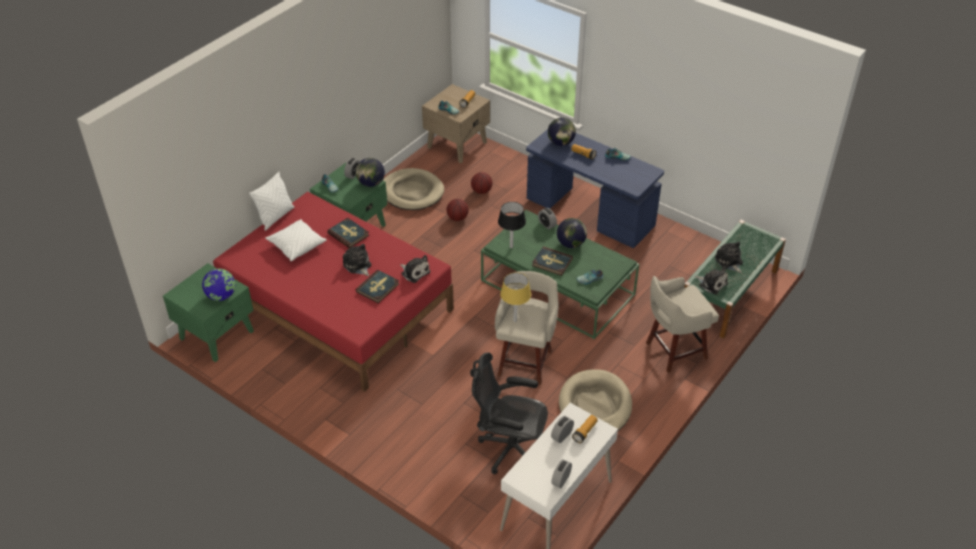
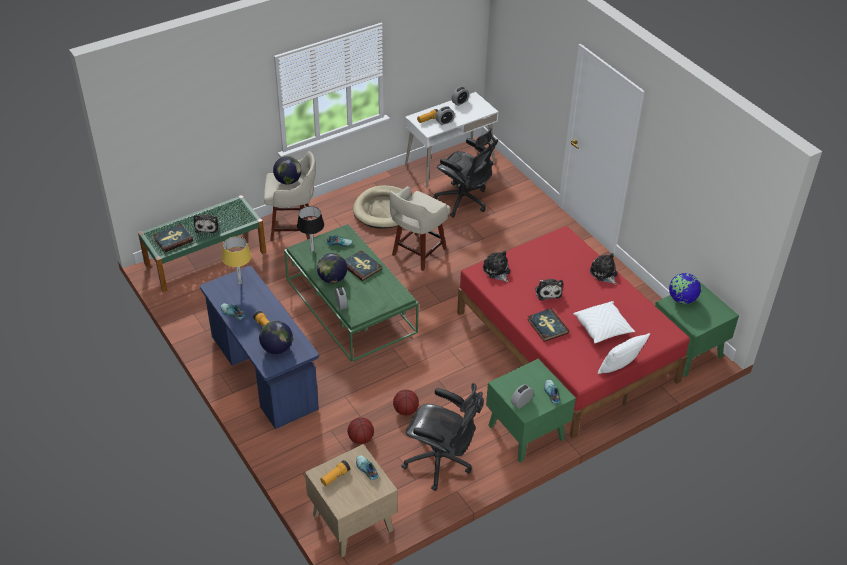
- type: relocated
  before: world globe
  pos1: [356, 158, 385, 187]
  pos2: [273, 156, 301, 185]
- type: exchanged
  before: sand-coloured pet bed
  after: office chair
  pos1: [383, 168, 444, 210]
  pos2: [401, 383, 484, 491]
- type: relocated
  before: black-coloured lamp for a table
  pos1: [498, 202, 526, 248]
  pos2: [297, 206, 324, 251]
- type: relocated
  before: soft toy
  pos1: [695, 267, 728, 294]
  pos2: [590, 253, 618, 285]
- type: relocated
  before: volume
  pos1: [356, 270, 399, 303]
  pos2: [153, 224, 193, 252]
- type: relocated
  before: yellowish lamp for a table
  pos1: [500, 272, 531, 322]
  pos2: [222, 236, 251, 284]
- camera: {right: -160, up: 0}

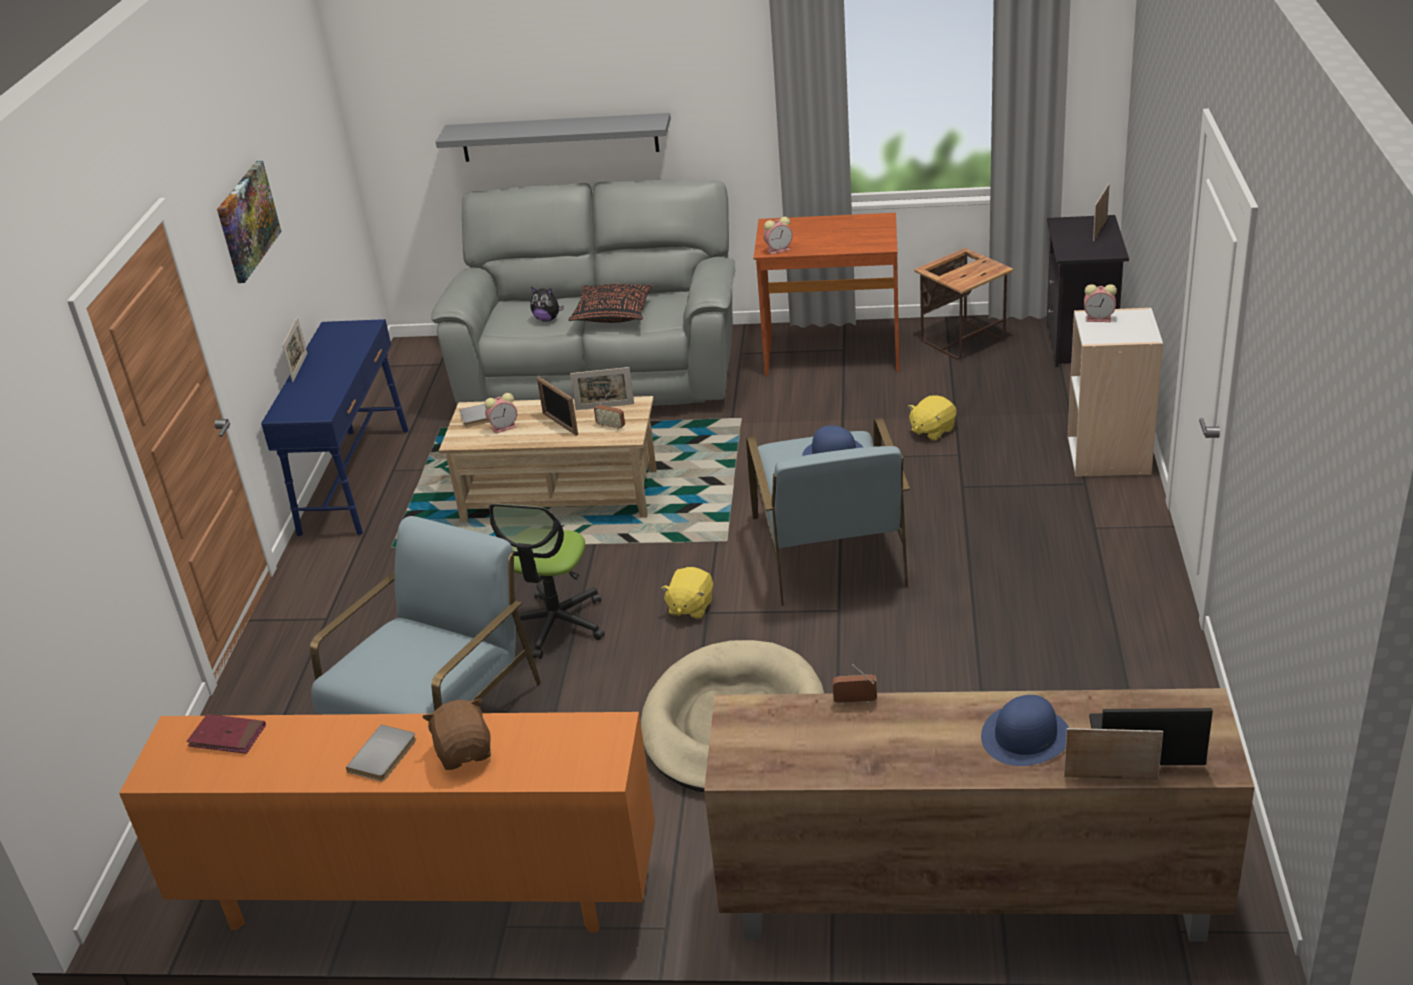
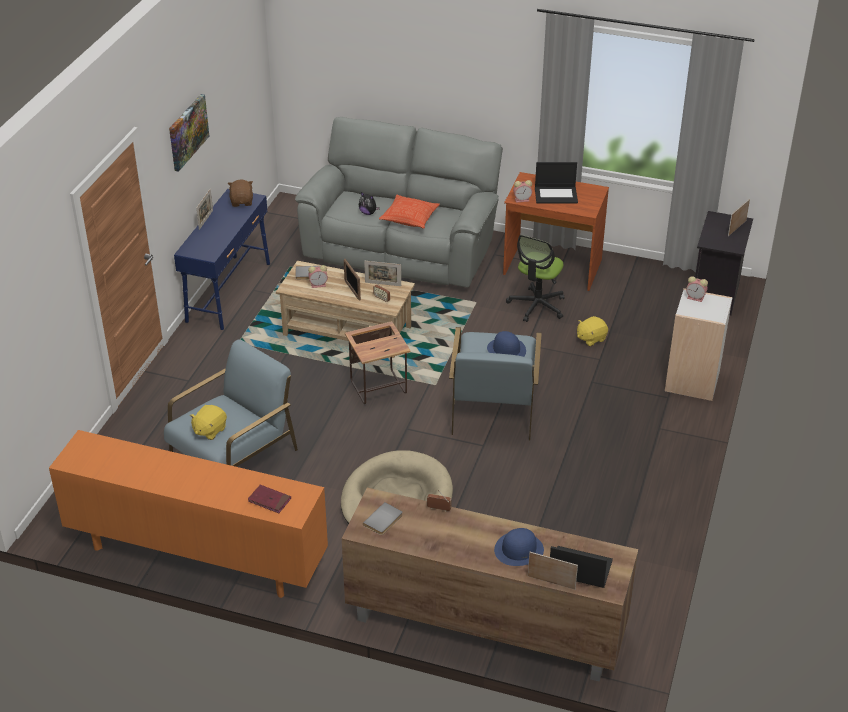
- type: missing
  before: greyish wall shelf
  pos1: [436, 113, 671, 162]
- type: relocated
  before: accent table
  pos1: [914, 248, 1013, 360]
  pos2: [345, 321, 411, 404]
- type: colour
  before: black-coloured pillow
  after: orange-coloured pillow
  pos1: [569, 284, 653, 323]
  pos2: [379, 195, 440, 229]
- type: relocated
  before: office chair
  pos1: [489, 504, 605, 659]
  pos2: [506, 235, 564, 322]
- type: relocated
  before: yellowish soft toy
  pos1: [661, 567, 713, 619]
  pos2: [190, 405, 227, 440]
- type: relocated
  before: brown soft toy
  pos1: [423, 698, 491, 770]
  pos2: [228, 180, 253, 207]
- type: relocated
  before: red-coloured volume
  pos1: [186, 714, 266, 754]
  pos2: [248, 485, 291, 513]
- type: relocated
  before: greyish volume
  pos1: [346, 725, 416, 781]
  pos2: [363, 502, 403, 535]
- type: appeared
  after: portable computer
  pos2: [535, 162, 578, 203]
- camera: {right: 10, up: 5}

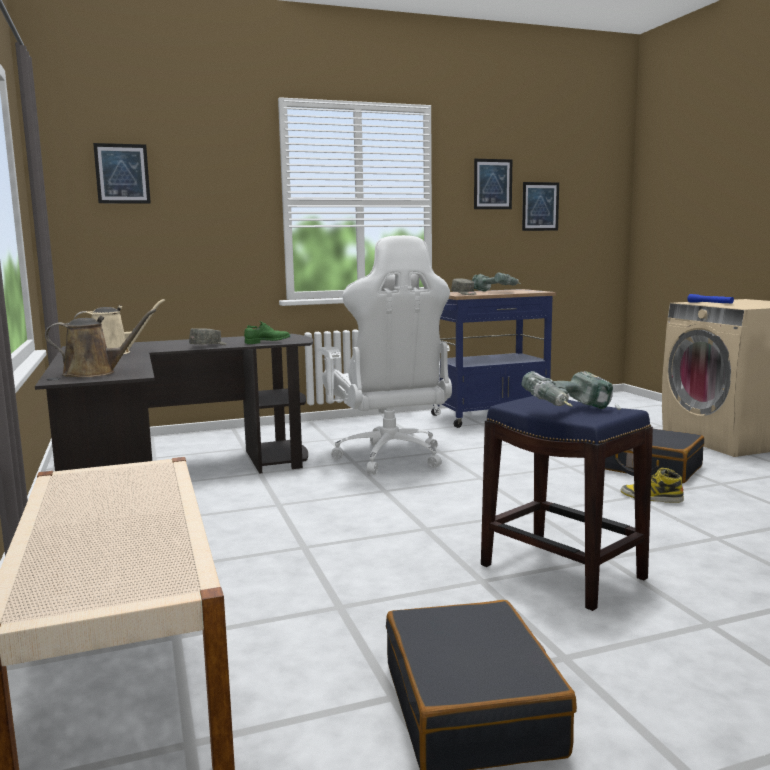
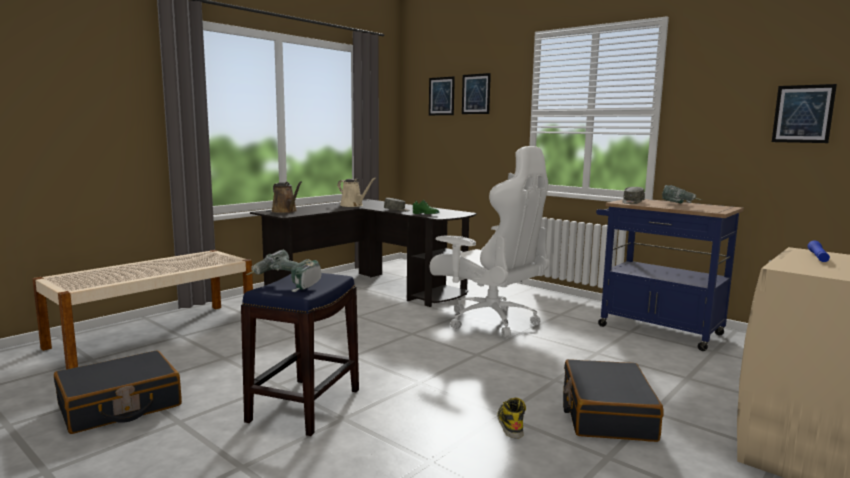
- type: relocated
  before: wall art
  pos1: [474, 159, 512, 209]
  pos2: [462, 73, 491, 114]
- type: spun
  before: white-coloured office chair
  pos1: [319, 235, 452, 475]
  pos2: [429, 146, 549, 338]
  turn: -90
- camera: {right: 60, up: 0}

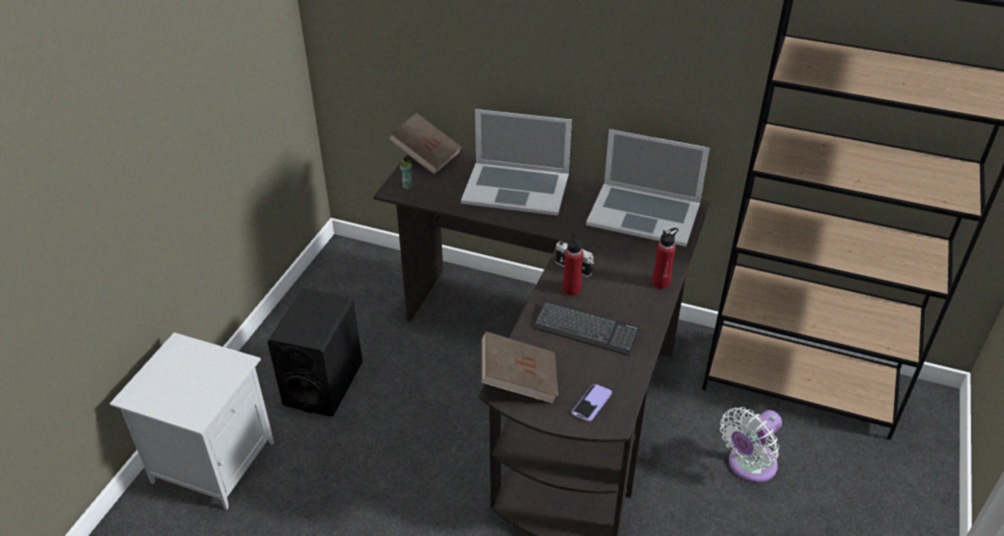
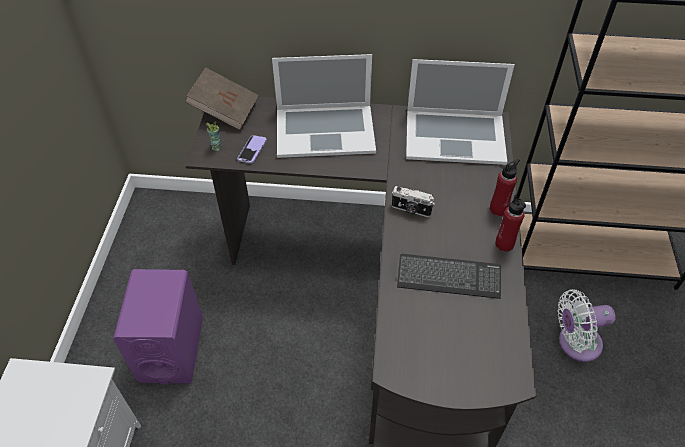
- type: relocated
  before: red-coloured beverage bottle
  pos1: [562, 233, 584, 296]
  pos2: [495, 194, 526, 252]
- type: colour
  before: black-coloured loudspeaker
  after: purple loudspeaker
  pos1: [268, 288, 363, 417]
  pos2: [113, 269, 203, 385]
- type: missing
  before: brown volume
  pos1: [481, 331, 558, 404]
- type: relocated
  before: handset
  pos1: [571, 384, 612, 422]
  pos2: [237, 135, 267, 163]
- type: spun
  before: white-coloured cooling fan
  pos1: [720, 407, 782, 483]
  pos2: [558, 289, 616, 362]
  turn: 45
- camera: {right: -15, up: 10}

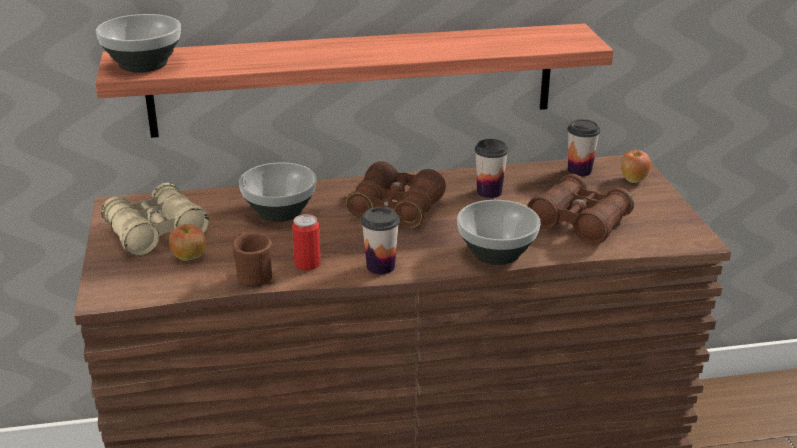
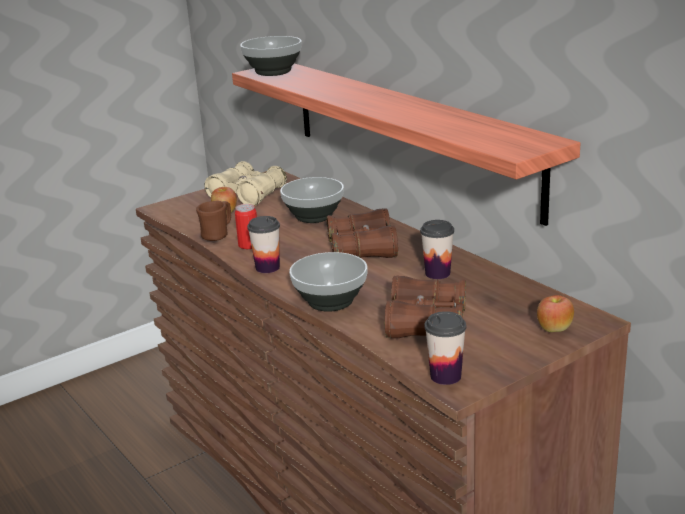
- type: relocated
  before: cup
  pos1: [567, 119, 600, 176]
  pos2: [424, 311, 466, 385]
- camera: {right: 65, up: -5}

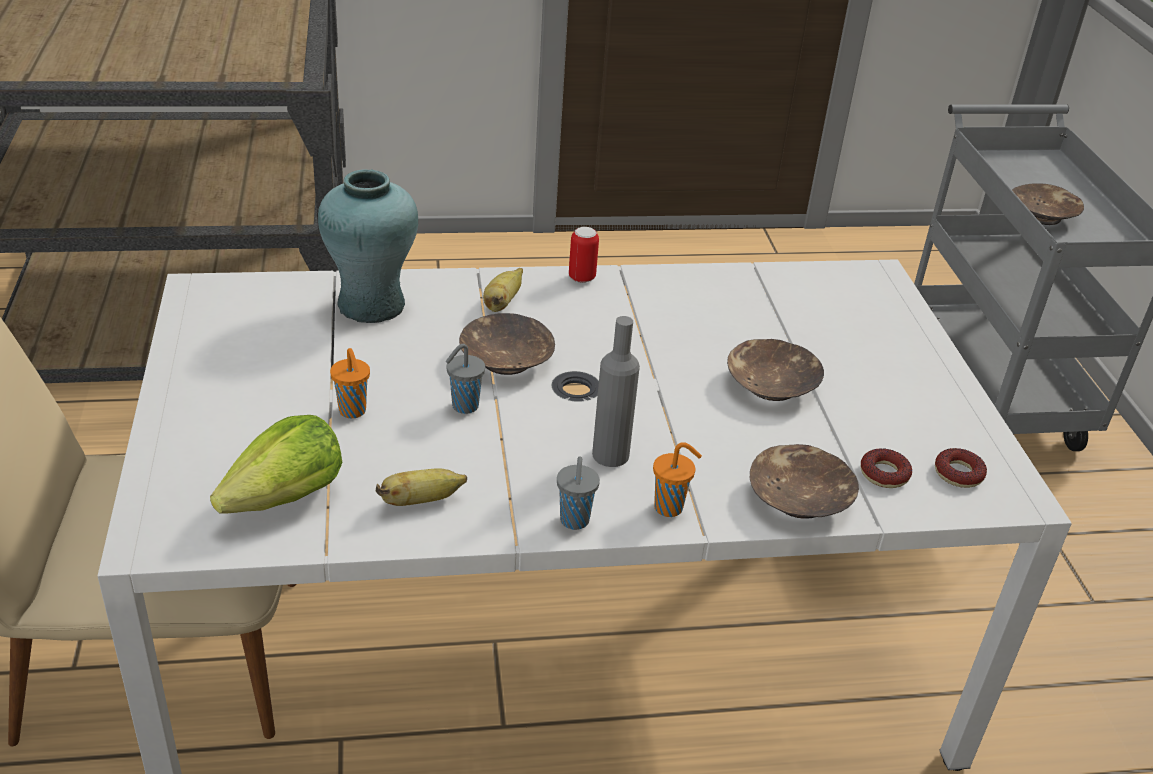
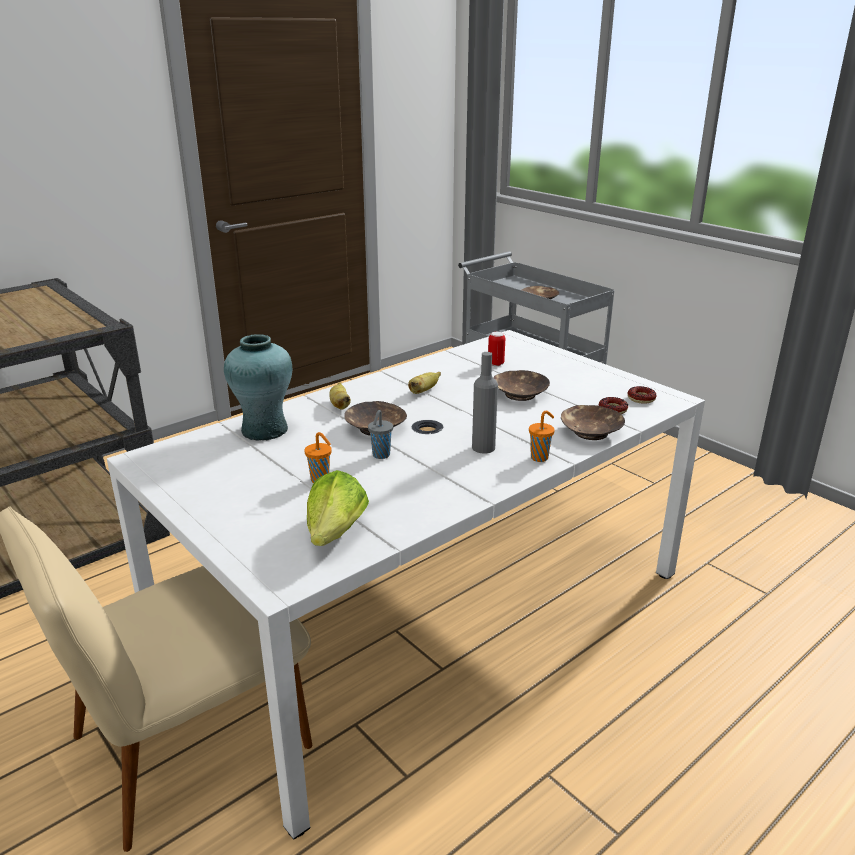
- type: relocated
  before: can
  pos1: [569, 227, 599, 283]
  pos2: [488, 332, 505, 366]
- type: missing
  before: greyish cup
  pos1: [557, 456, 600, 530]
- type: relocated
  before: banana
  pos1: [376, 468, 467, 506]
  pos2: [408, 372, 441, 394]
- camera: {right: -30, up: -10}

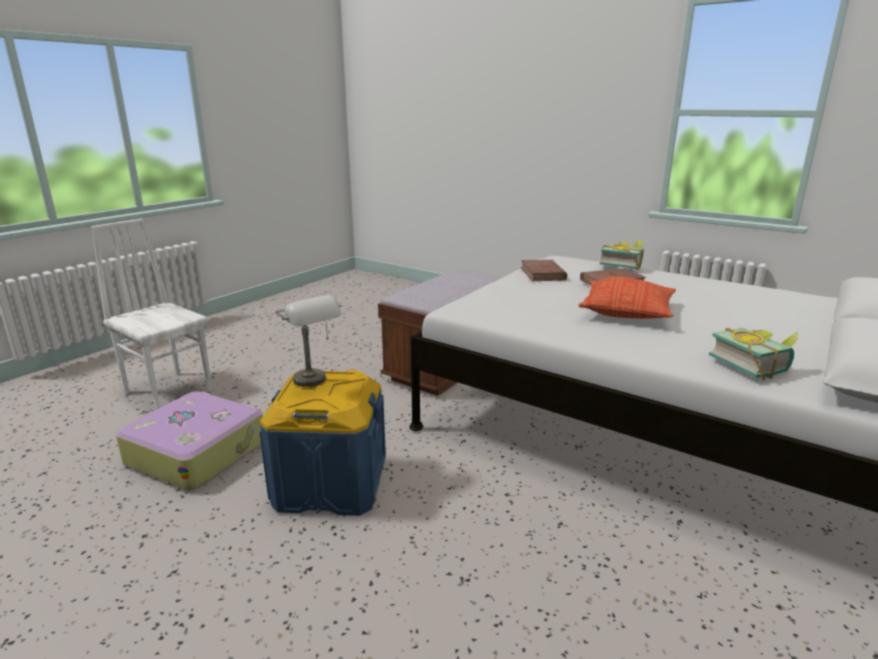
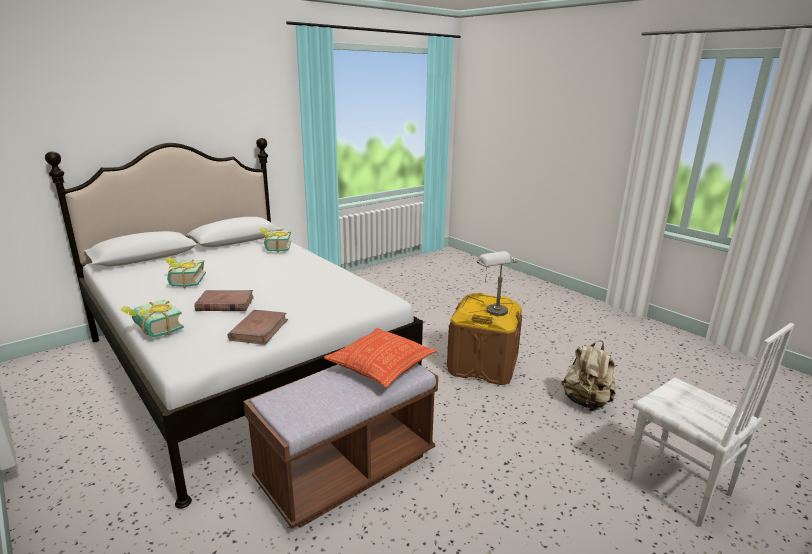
- type: relocated
  before: orange-coloured pillow
  pos1: [578, 277, 676, 319]
  pos2: [324, 328, 437, 388]
- type: colour
  before: blue storage box
  after: brown storage box
  pos1: [259, 369, 386, 516]
  pos2: [447, 293, 522, 385]
- type: exchanged
  before: travel case
  after: sand-coloured rucksack
  pos1: [116, 391, 263, 490]
  pos2: [562, 340, 616, 411]
- type: appeared
  after: volume
  pos2: [164, 257, 206, 288]
- camera: {right: -165, up: 0}

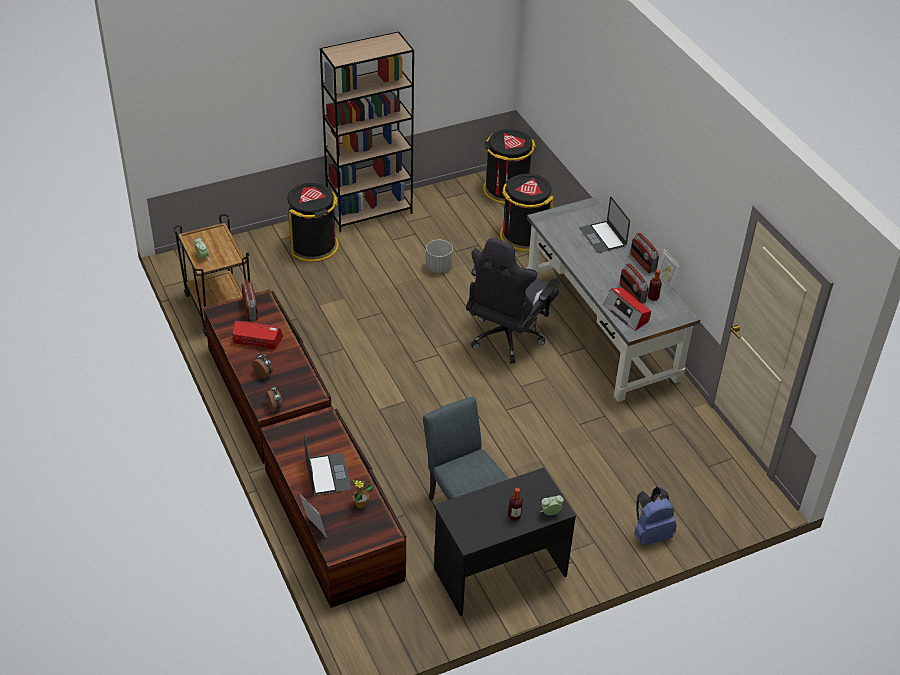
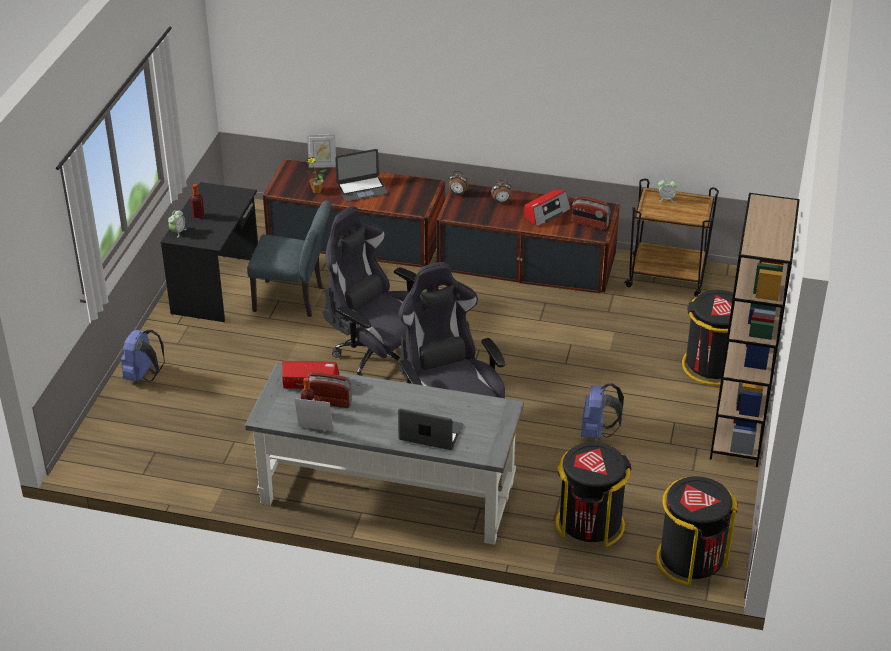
- type: missing
  before: radio set
  pos1: [630, 233, 659, 273]
- type: exchanged
  before: greyish flower pot
  after: blue rucksack
  pos1: [426, 240, 453, 273]
  pos2: [581, 384, 624, 438]
- type: spun
  before: portable computer
  pos1: [304, 434, 351, 495]
  pos2: [335, 149, 388, 202]
  turn: -45
- type: appeared
  after: black-coloured office chair
  pos2: [323, 206, 417, 376]
- camera: {right: 130, up: -5}

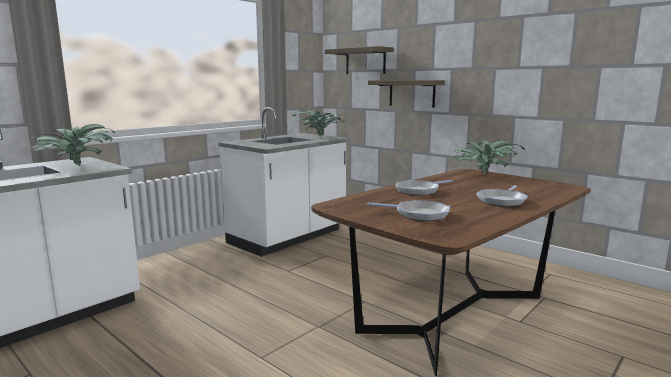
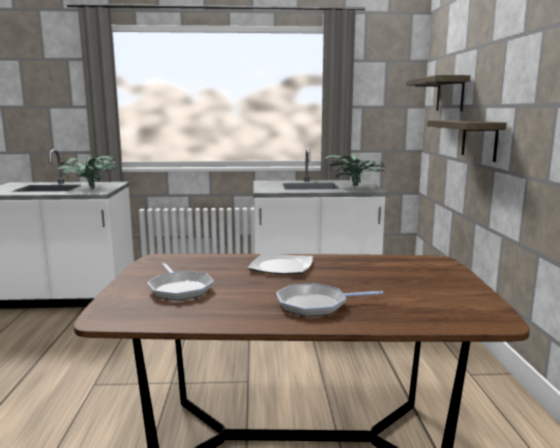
- type: missing
  before: houseplant
  pos1: [451, 140, 526, 174]
- type: exchanged
  before: frying pan
  after: plate
  pos1: [395, 180, 453, 196]
  pos2: [248, 253, 313, 274]
- camera: {right: 45, up: 0}

